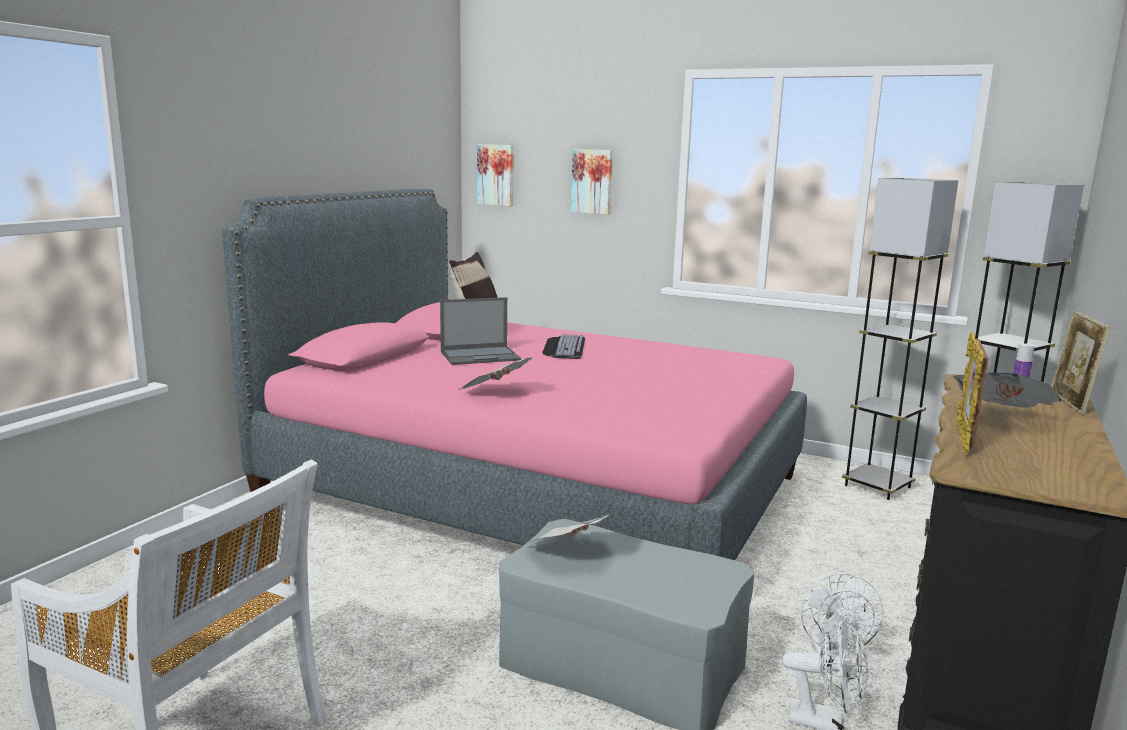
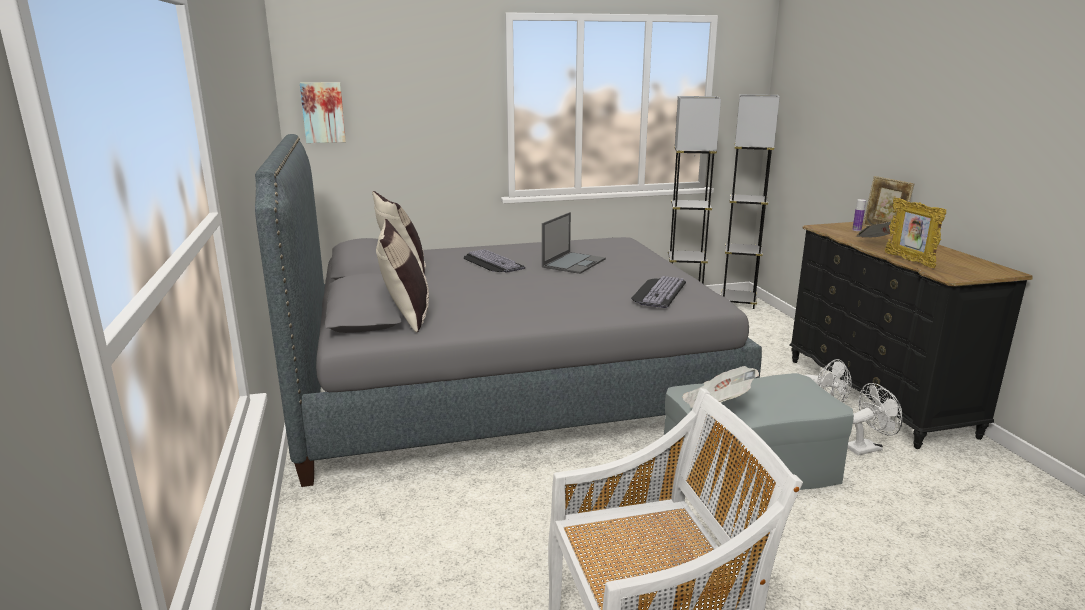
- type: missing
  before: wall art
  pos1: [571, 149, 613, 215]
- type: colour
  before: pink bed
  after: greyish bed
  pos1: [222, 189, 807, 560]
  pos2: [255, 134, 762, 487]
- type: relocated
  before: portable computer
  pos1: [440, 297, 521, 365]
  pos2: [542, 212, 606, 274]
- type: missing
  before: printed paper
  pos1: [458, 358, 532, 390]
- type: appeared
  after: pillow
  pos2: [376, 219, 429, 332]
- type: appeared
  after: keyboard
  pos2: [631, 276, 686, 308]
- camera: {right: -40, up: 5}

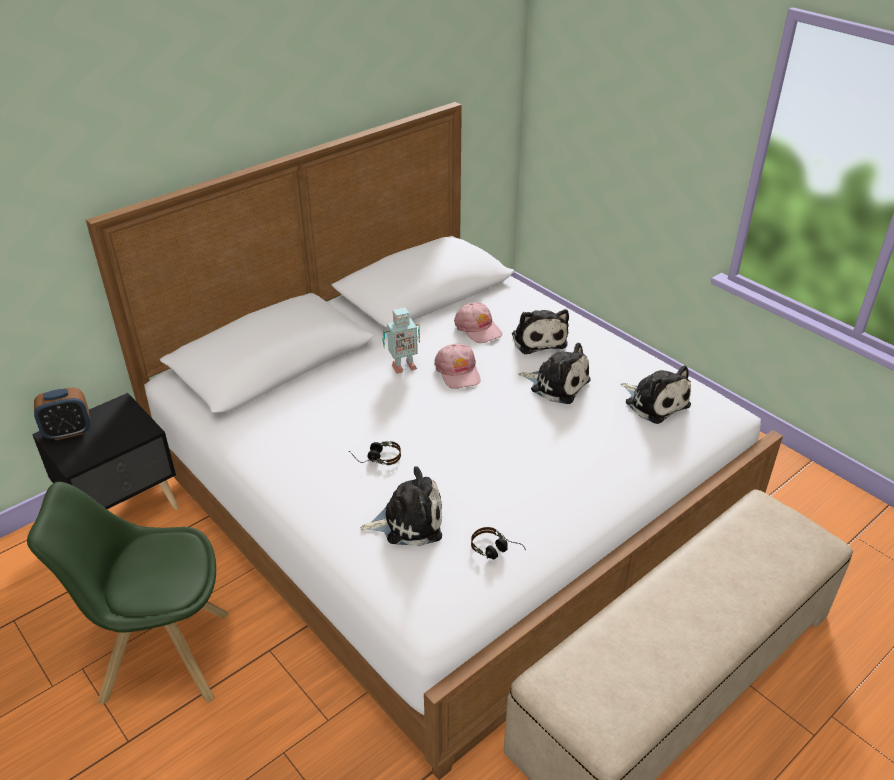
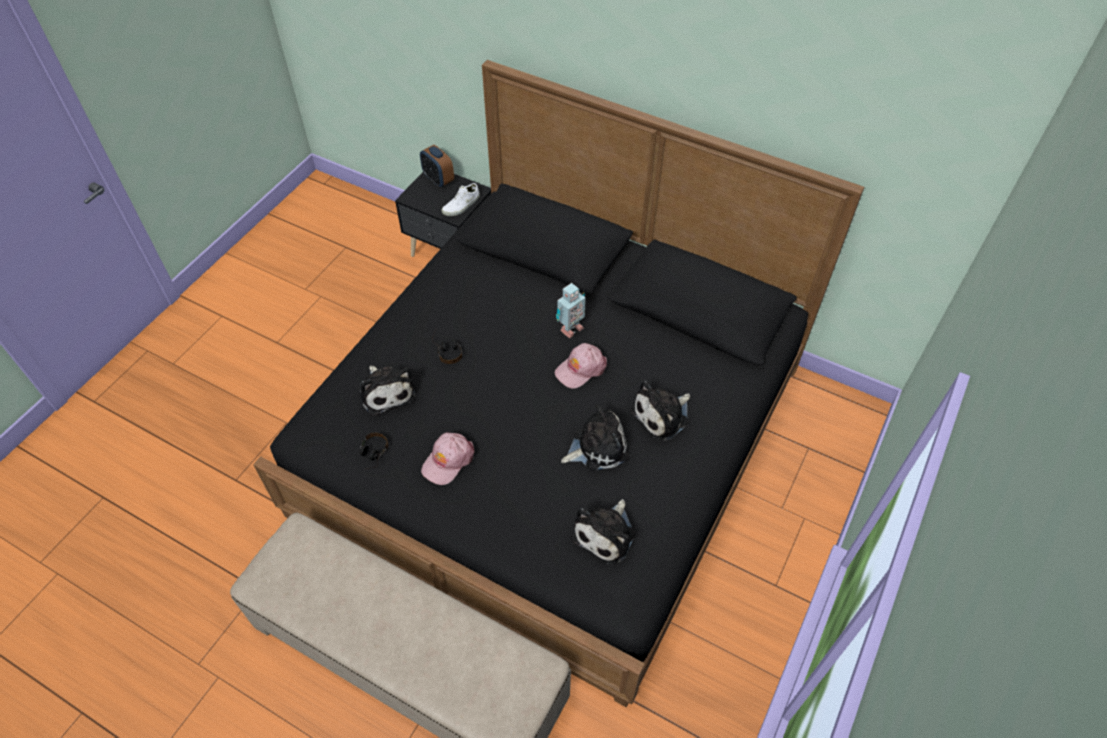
- type: colour
  before: white-coloured bed
  after: black-coloured bed
  pos1: [86, 102, 783, 780]
  pos2: [253, 60, 864, 707]
- type: relocated
  before: pink peaked cap
  pos1: [454, 302, 502, 343]
  pos2: [421, 432, 474, 485]
- type: spun
  before: toy robot
  pos1: [382, 307, 420, 374]
  pos2: [556, 283, 586, 339]
  turn: -90
- type: spun
  before: soft toy
  pos1: [518, 343, 590, 404]
  pos2: [561, 404, 629, 471]
  turn: -120
- type: missing
  before: greenish chair
  pos1: [27, 482, 229, 705]
- type: appeared
  after: white-coloured low shoe
  pos2: [441, 183, 480, 216]
- camera: {right: 70, up: 15}

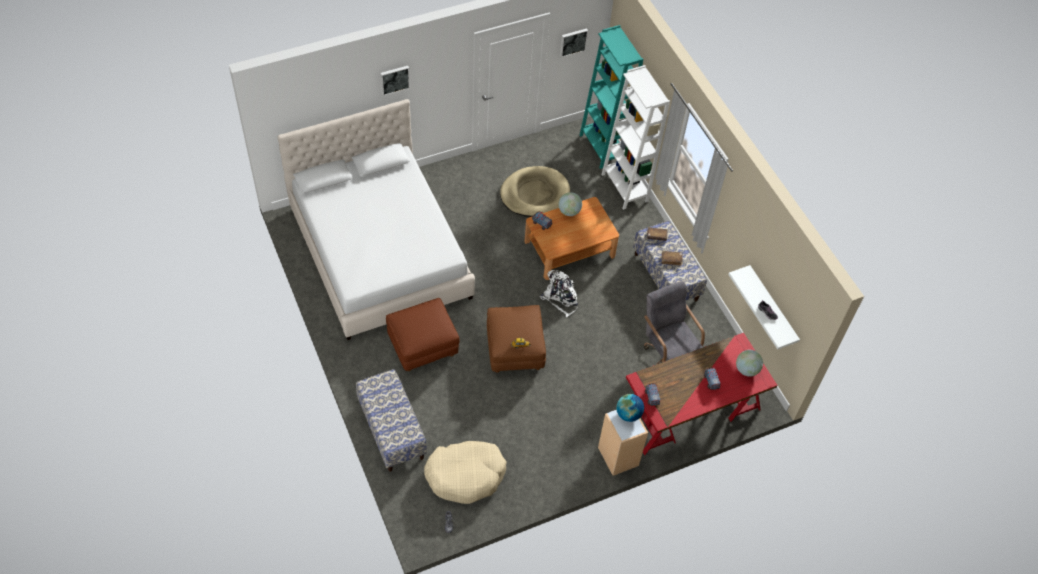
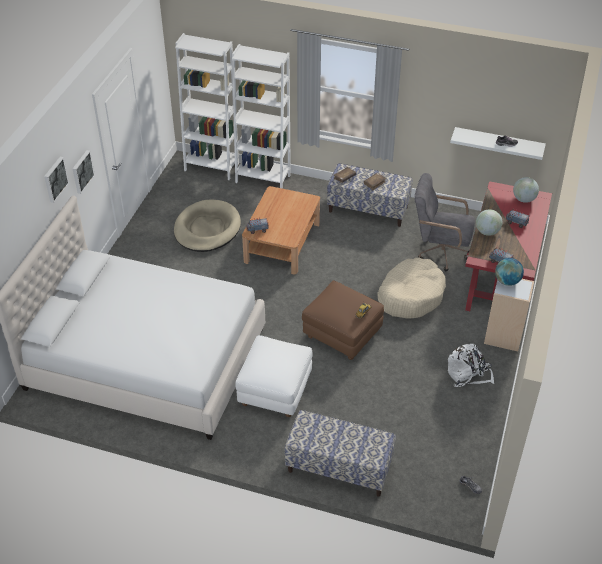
- type: colour
  before: blue-green shelving unit
  after: white-coloured shelving unit
  pos1: [579, 25, 643, 169]
  pos2: [175, 33, 239, 180]
- type: relocated
  before: wall art
  pos1: [560, 28, 588, 58]
  pos2: [72, 150, 95, 194]
- type: relocated
  before: world globe
  pos1: [558, 192, 582, 216]
  pos2: [476, 209, 503, 236]
- type: relocated
  before: white-coloured rucksack
  pos1: [540, 270, 578, 317]
  pos2: [448, 344, 494, 387]
- type: colour
  before: brown pouffe
  after: white-coloured pouffe
  pos1: [386, 298, 460, 371]
  pos2: [235, 335, 313, 417]
- type: relocated
  before: sand-coloured pet bed
  pos1: [424, 441, 506, 504]
  pos2: [377, 258, 446, 318]
- camera: {right: -45, up: -10}

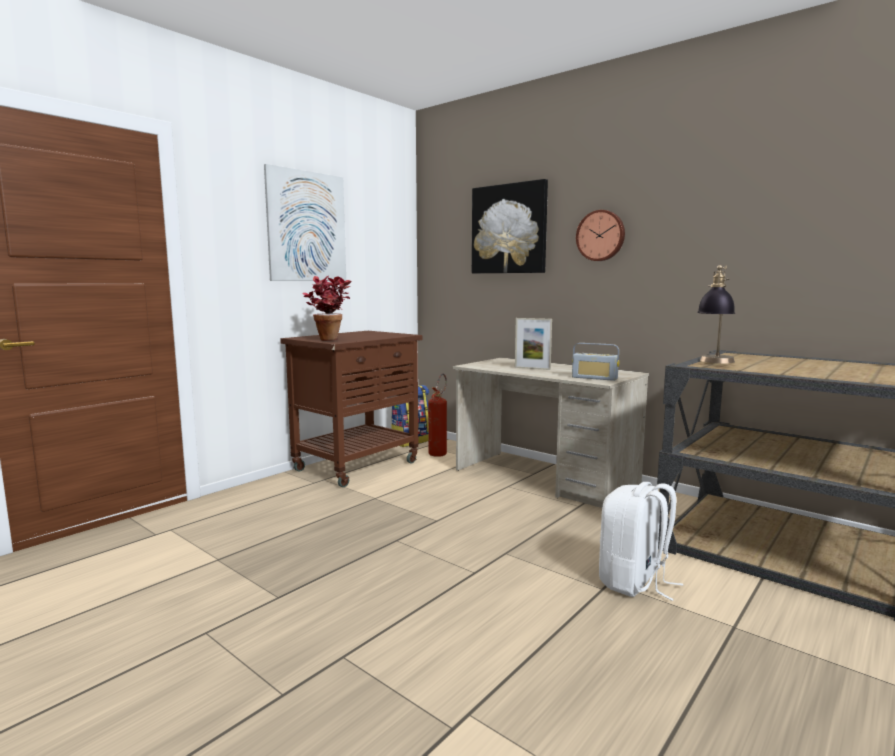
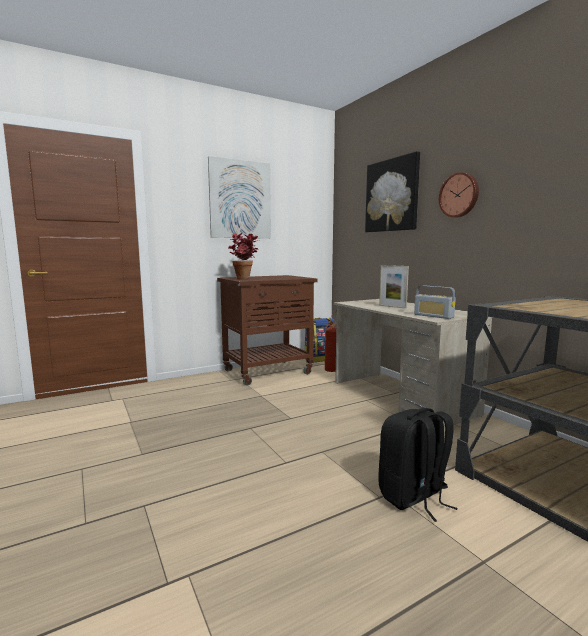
- type: missing
  before: lamp for a table
  pos1: [697, 265, 735, 363]
- type: colour
  before: white-coloured rucksack
  after: black-coloured rucksack
  pos1: [599, 482, 683, 601]
  pos2: [378, 408, 458, 522]
- camera: {right: 20, up: 0}

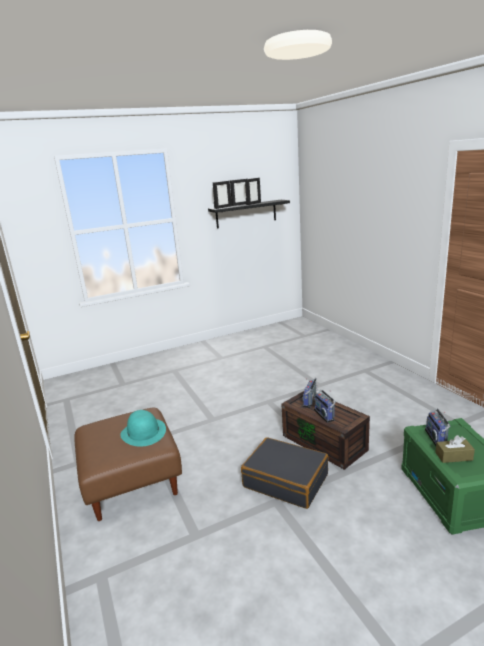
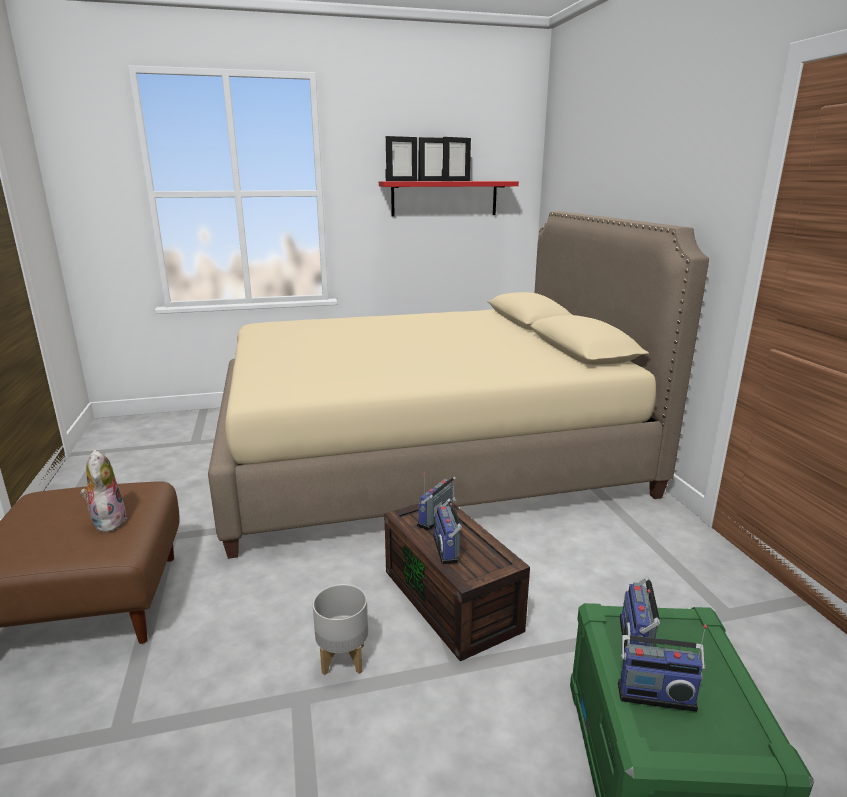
- type: colour
  before: black-coloured wall shelf
  after: red-coloured wall shelf
  pos1: [208, 200, 290, 228]
  pos2: [379, 181, 519, 217]
- type: exchanged
  before: blue-green hat
  after: soft toy
  pos1: [120, 410, 166, 447]
  pos2: [80, 450, 127, 532]
- type: exchanged
  before: brown tissue box
  after: radio set
  pos1: [435, 435, 475, 463]
  pos2: [618, 625, 707, 712]
- type: exchanged
  before: black-coloured travel case
  after: greyish flower pot
  pos1: [241, 437, 329, 509]
  pos2: [313, 584, 368, 675]
- type: appeared
  after: sand-coloured bed
  pos2: [208, 211, 709, 559]
- camera: {right: 10, up: 0}

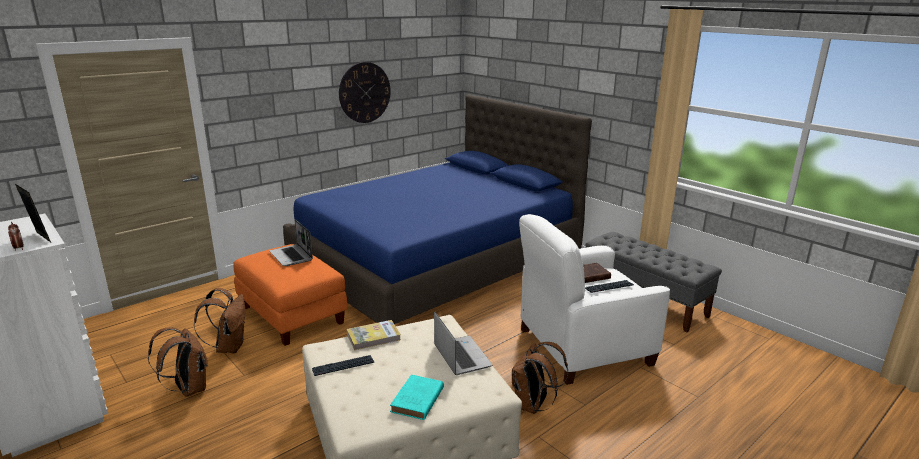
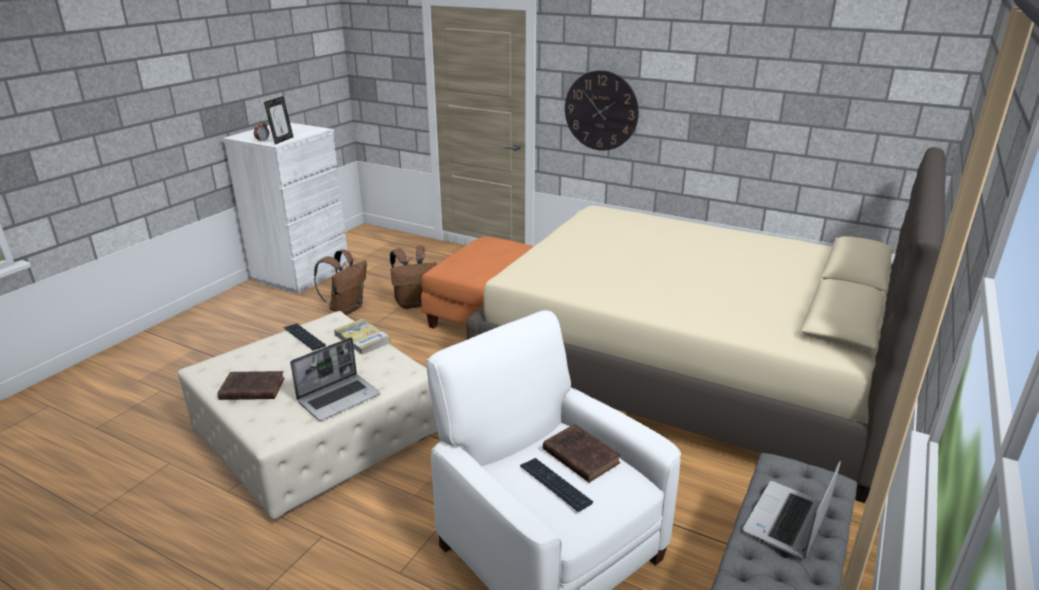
- type: relocated
  before: clock on the wall
  pos1: [339, 62, 391, 123]
  pos2: [565, 70, 639, 151]
- type: colour
  before: blue bed
  after: sand-coloured bed
  pos1: [283, 95, 592, 324]
  pos2: [466, 147, 946, 503]
- type: relocated
  before: portable computer
  pos1: [269, 219, 313, 266]
  pos2: [742, 460, 841, 559]
- type: missing
  before: brown rucksack
  pos1: [512, 342, 568, 414]
- type: colour
  before: blue-green volume
  after: brown volume
  pos1: [390, 375, 444, 420]
  pos2: [218, 371, 285, 400]
- camera: {right: 70, up: 5}

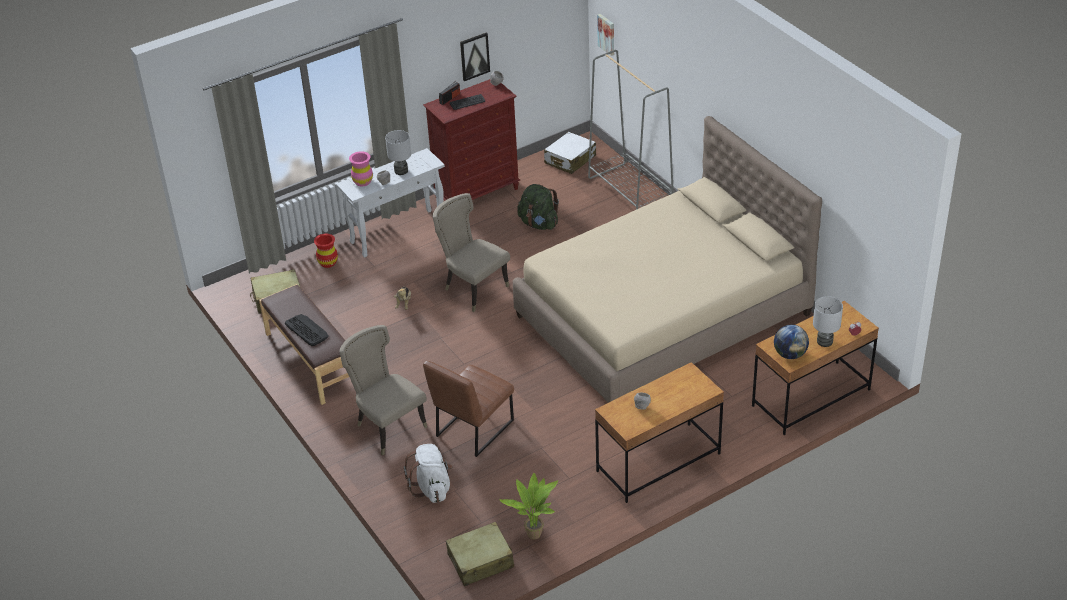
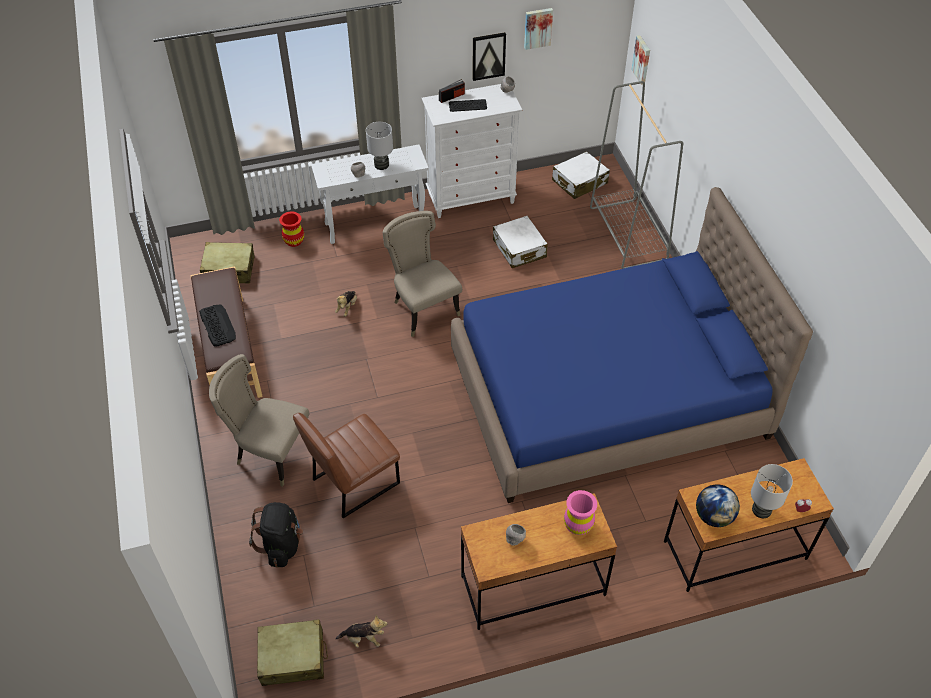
- type: colour
  before: red-coloured chest of drawers
  after: white-coloured chest of drawers
  pos1: [423, 79, 520, 201]
  pos2: [422, 84, 522, 218]
- type: colour
  before: sand-coloured bed
  after: blue bed
  pos1: [513, 116, 822, 403]
  pos2: [451, 187, 813, 503]
- type: relocated
  before: pink flower vase
  pos1: [349, 151, 373, 186]
  pos2: [564, 490, 597, 535]
- type: exchanged
  before: greenish rucksack
  after: white-coloured travel case
  pos1: [517, 184, 559, 230]
  pos2: [493, 216, 548, 268]
- type: spun
  before: sand-coloured chair
  pos1: [340, 325, 427, 456]
  pos2: [209, 354, 309, 487]
  turn: -45
- type: colour
  before: white-coloured rucksack
  after: black-coloured rucksack
  pos1: [404, 444, 453, 503]
  pos2: [249, 502, 303, 568]
- type: exchanged
  before: houseplant
  after: soft toy
  pos1: [500, 473, 558, 539]
  pos2: [336, 615, 388, 648]
- type: appeared
  after: wall art
  pos2: [524, 8, 553, 50]
- camera: {right: 15, up: 10}

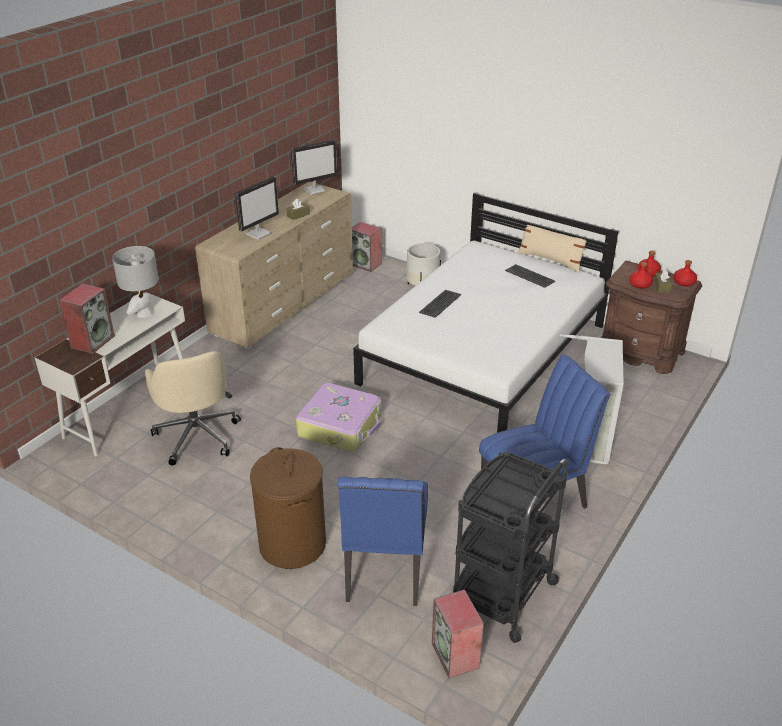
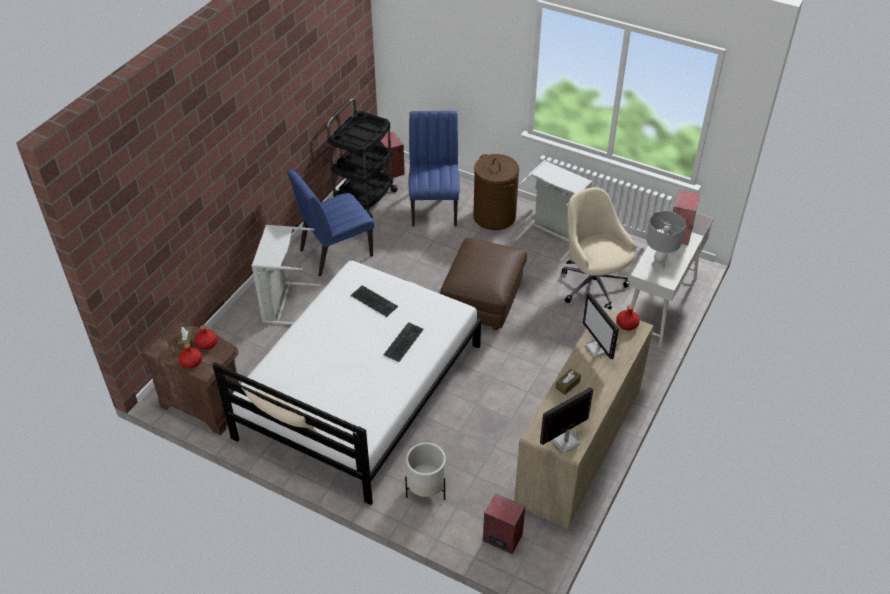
- type: spun
  before: computer display
  pos1: [235, 176, 279, 239]
  pos2: [583, 292, 619, 359]
  turn: -60
- type: relocated
  before: red-coloured beverage bottle
  pos1: [673, 260, 697, 287]
  pos2: [616, 305, 640, 330]
- type: relocated
  before: keyboard
  pos1: [505, 264, 555, 288]
  pos2: [351, 285, 398, 317]
- type: exchanged
  before: travel case
  after: brown pouffe
  pos1: [296, 383, 381, 452]
  pos2: [440, 237, 527, 330]
- type: appeared
  after: greyish hamper
  pos2: [515, 160, 592, 262]
- camera: {right: 175, up: 10}

